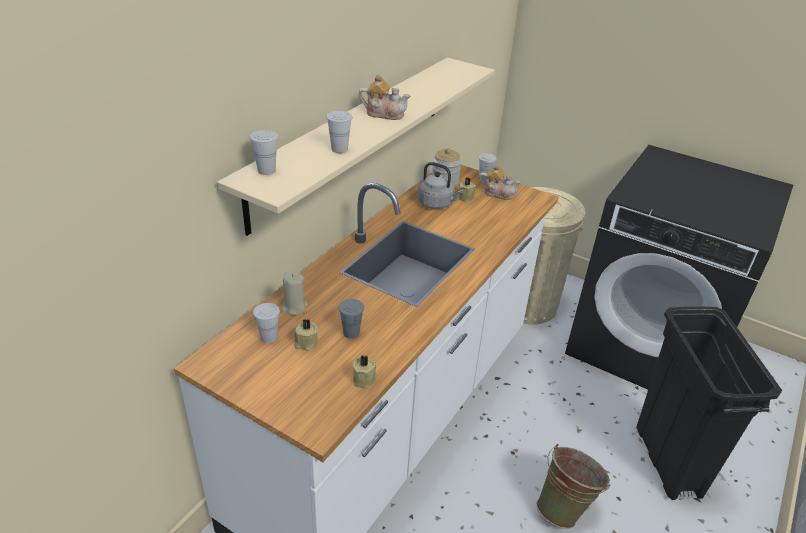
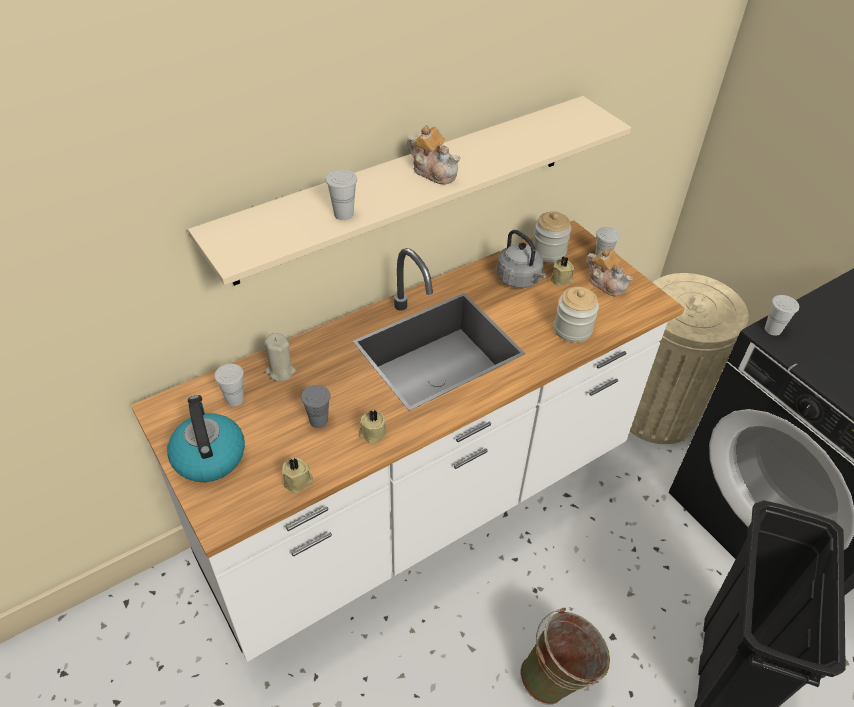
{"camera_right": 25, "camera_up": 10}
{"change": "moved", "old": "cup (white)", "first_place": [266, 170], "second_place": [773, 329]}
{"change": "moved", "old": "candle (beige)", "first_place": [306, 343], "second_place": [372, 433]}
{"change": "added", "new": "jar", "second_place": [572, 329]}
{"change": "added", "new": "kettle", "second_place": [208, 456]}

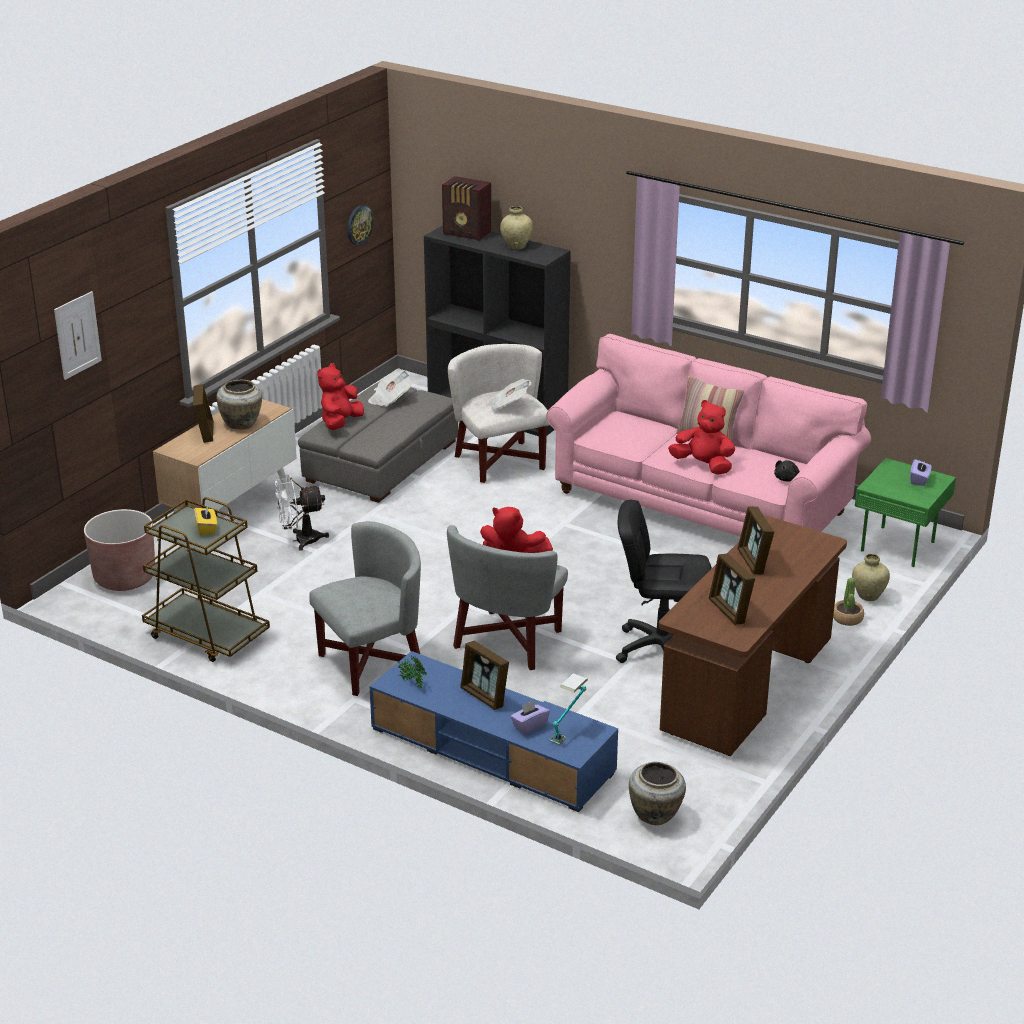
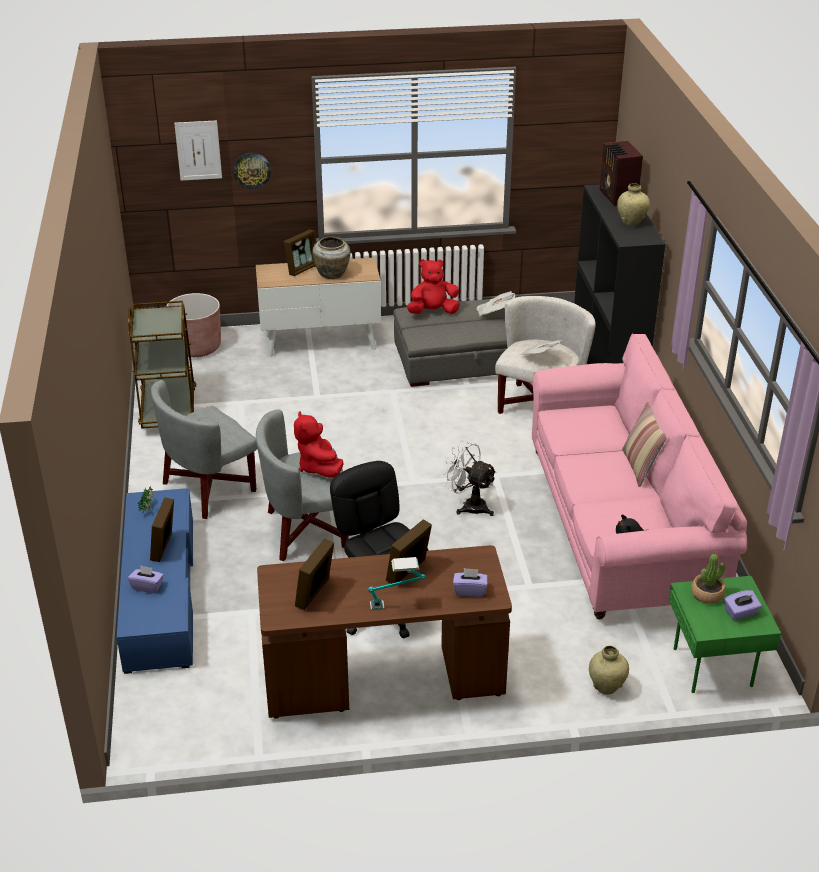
{"camera_right": 50, "camera_up": 5}
{"change": "moved", "old": "wall clock", "first_place": [359, 225], "second_place": [252, 170]}
{"change": "removed", "old": "plush toy (red)", "first_place": [703, 465]}
{"change": "moved", "old": "fan (white)", "first_place": [300, 540], "second_place": [469, 505]}
{"change": "removed", "old": "tissue box (yellow)", "first_place": [206, 528]}
{"change": "turned", "old": "armchair (grey)", "first_place": [372, 664], "second_place": [209, 488], "degrees": 120}
{"change": "moved", "old": "potted plant", "first_place": [847, 618], "second_place": [707, 594]}
{"change": "moved", "old": "table lamp", "first_place": [568, 729], "second_place": [396, 604]}
{"change": "removed", "old": "vase (beige)", "first_place": [655, 816]}
{"change": "added", "new": "tissue box (purple)", "second_place": [470, 590]}

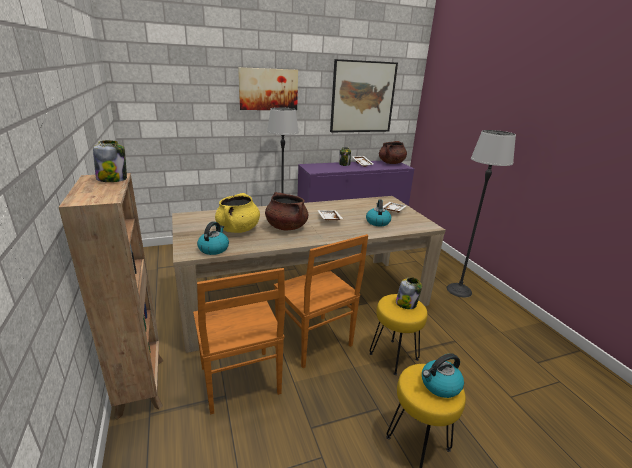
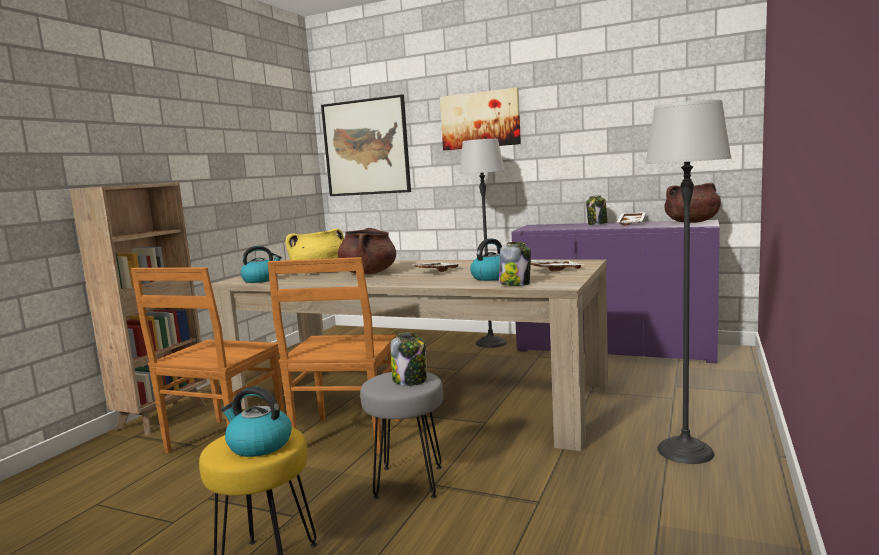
{"camera_right": 45, "camera_up": -15}
{"change": "moved", "old": "picture", "first_place": [362, 97], "second_place": [366, 147]}
{"change": "moved", "old": "jar", "first_place": [113, 179], "second_place": [515, 284]}
{"change": "recoloured", "old": "stool (yellow)", "new": "stool (grey)", "first_place": [393, 356], "second_place": [410, 481]}

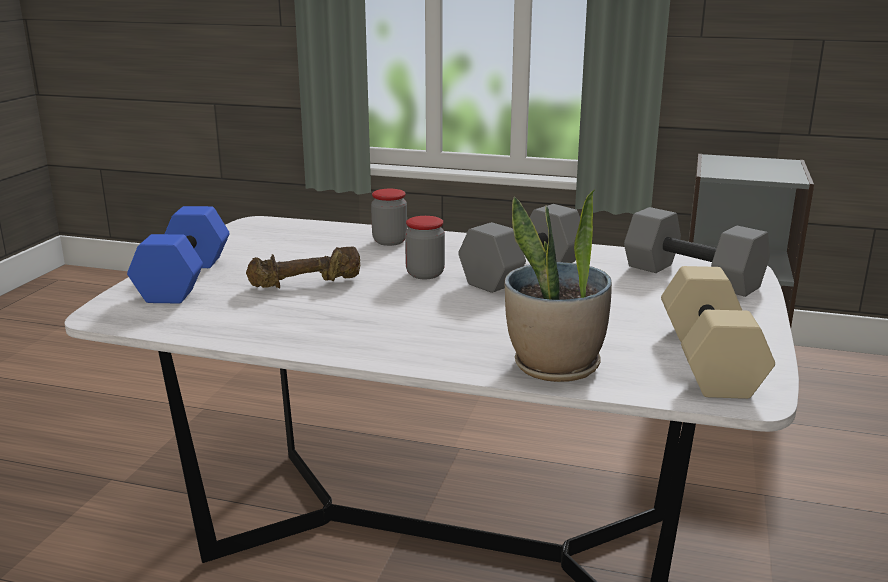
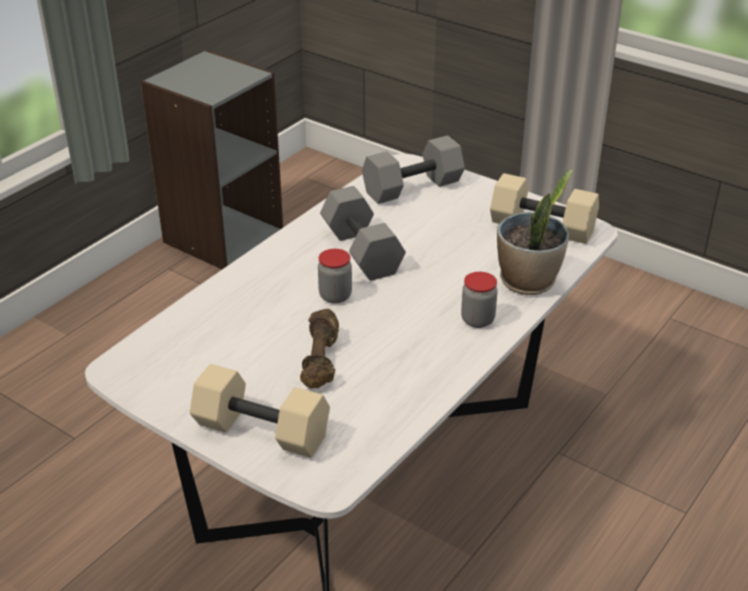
{"camera_right": -70, "camera_up": 15}
{"change": "moved", "old": "jar", "first_place": [389, 241], "second_place": [477, 320]}
{"change": "recoloured", "old": "dumbbell (blue)", "new": "dumbbell (beige)", "first_place": [186, 279], "second_place": [263, 430]}

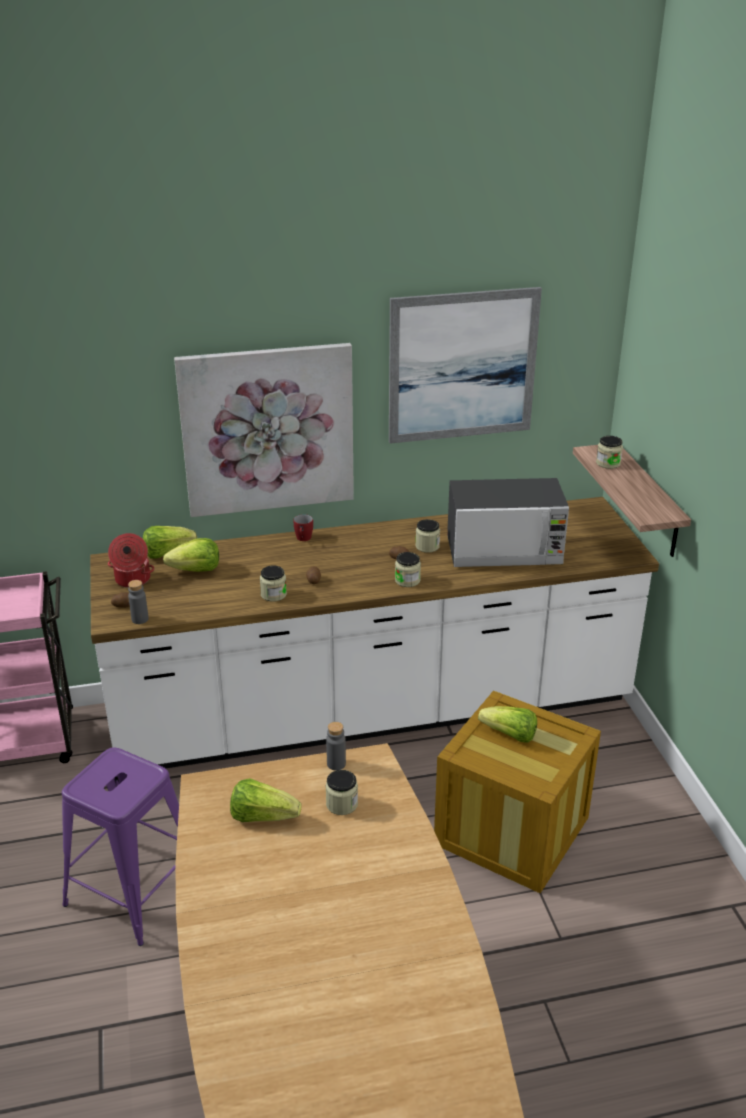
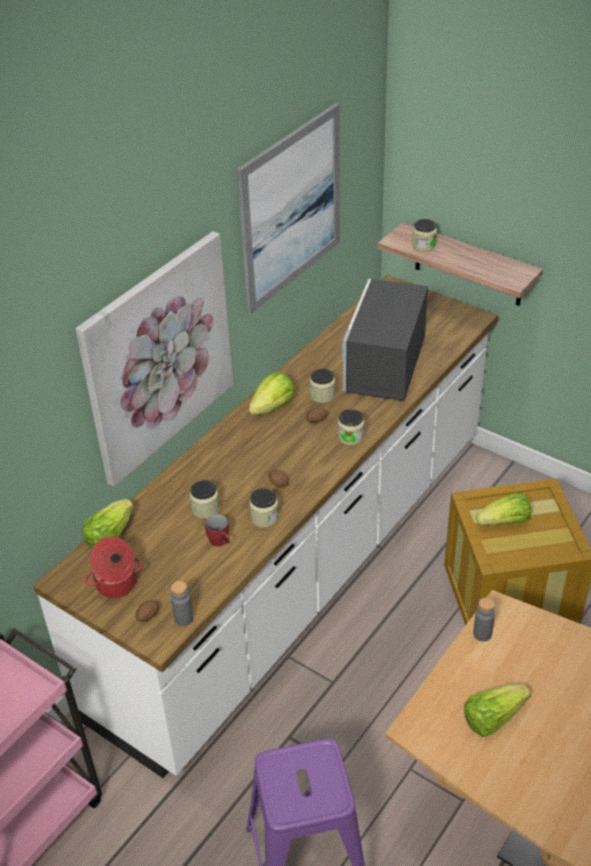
{"camera_right": -40, "camera_up": 10}
{"change": "turned", "old": "microwave", "first_place": [504, 551], "second_place": [384, 366], "degrees": 150}
{"change": "moved", "old": "mug (red)", "first_place": [303, 539], "second_place": [221, 542]}
{"change": "moved", "old": "lettuce", "first_place": [196, 570], "second_place": [272, 407]}
{"change": "moved", "old": "jar", "first_place": [342, 804], "second_place": [205, 509]}

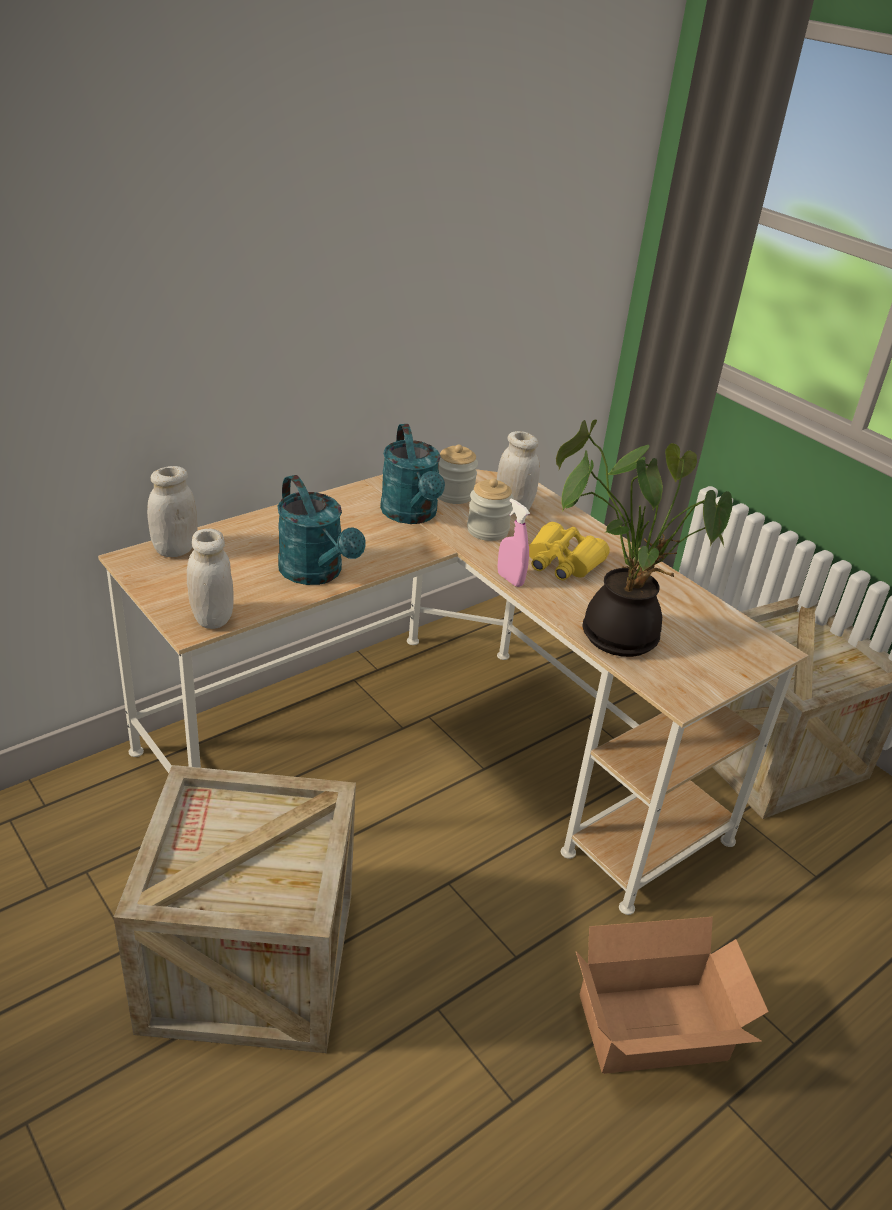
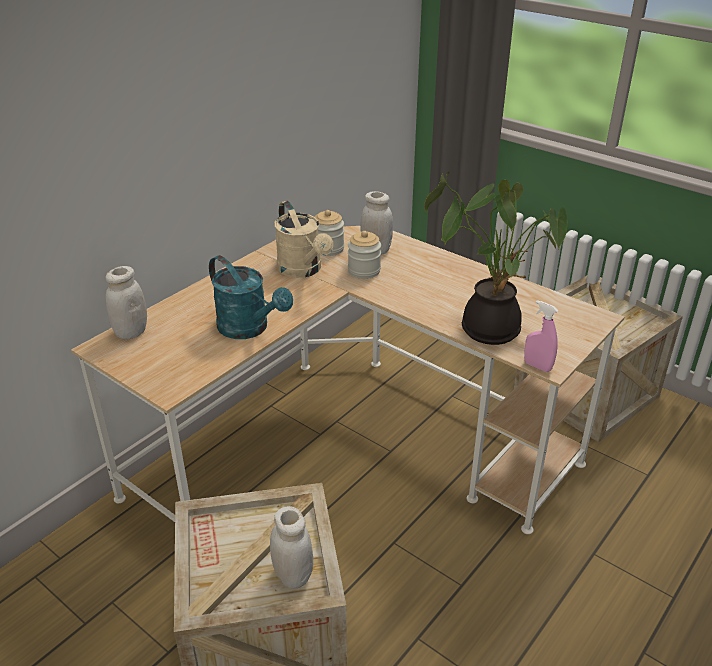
{"camera_right": -10, "camera_up": 0}
{"change": "recoloured", "old": "watering can (turquoise)", "new": "watering can (beige)", "first_place": [412, 515], "second_place": [303, 270]}
{"change": "moved", "old": "spray bottle (pink)", "first_place": [510, 579], "second_place": [537, 366]}
{"change": "removed", "old": "binoculars (yellow)", "first_place": [562, 562]}
{"change": "moved", "old": "jar (white)", "first_place": [212, 618], "second_place": [293, 575]}
{"change": "removed", "old": "cardboard box", "first_place": [657, 1032]}

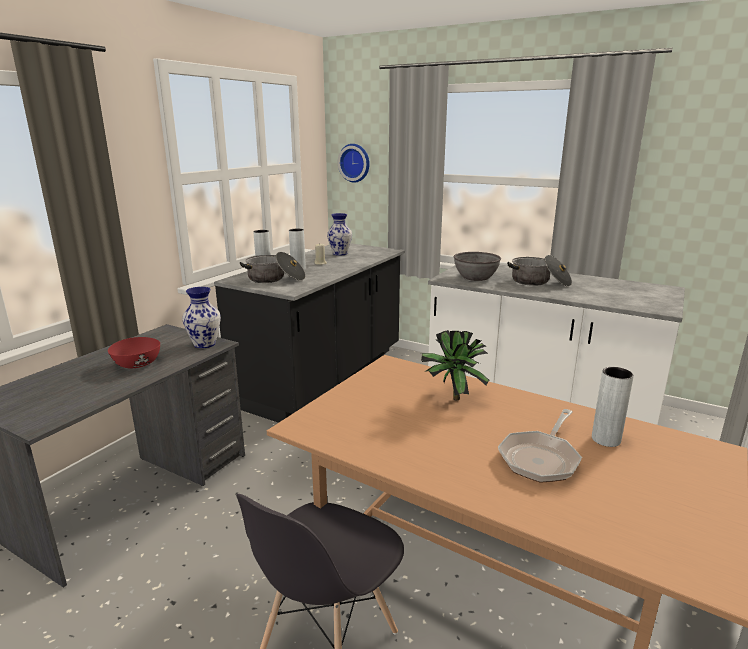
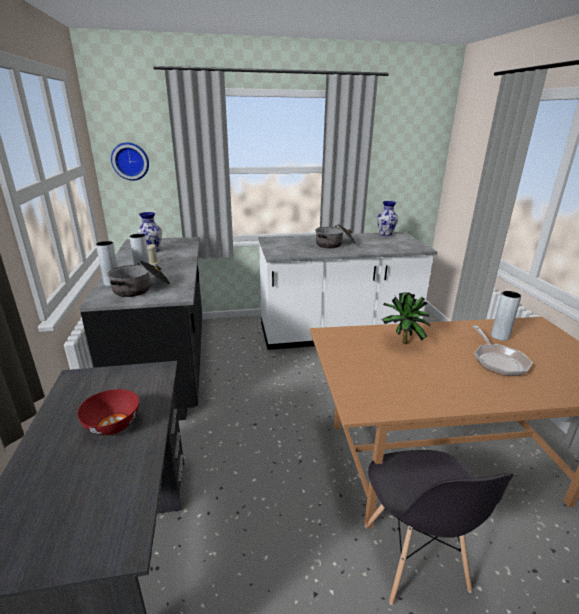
{"camera_right": -40, "camera_up": 5}
{"change": "removed", "old": "bowl (grey)", "first_place": [475, 277]}
{"change": "moved", "old": "vase", "first_place": [205, 344], "second_place": [386, 234]}

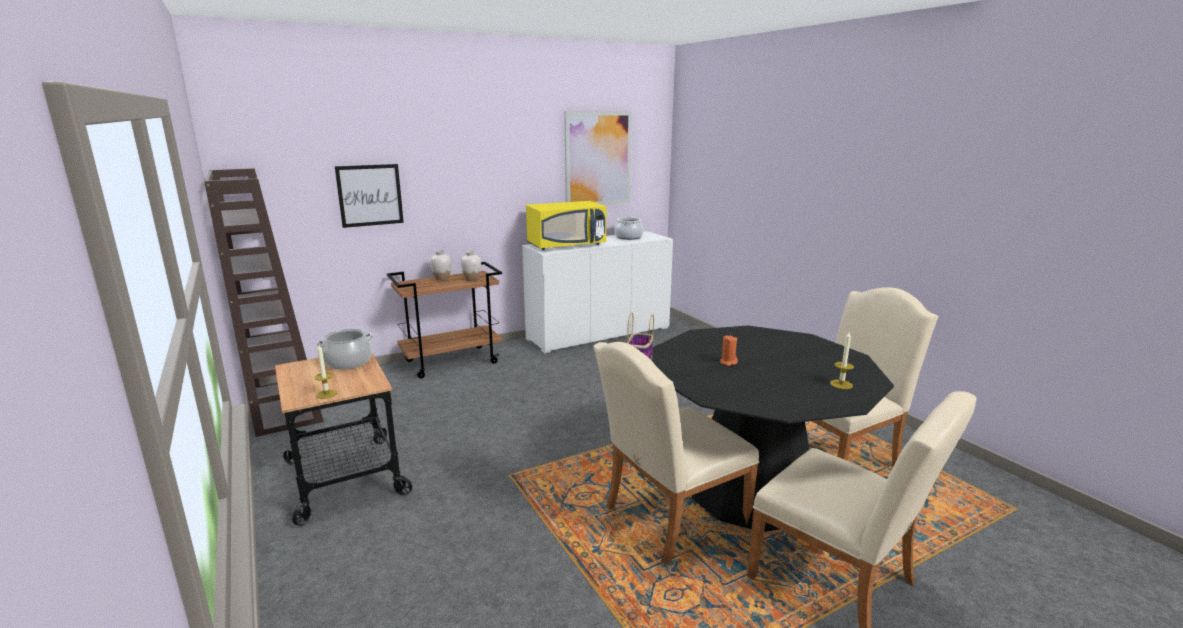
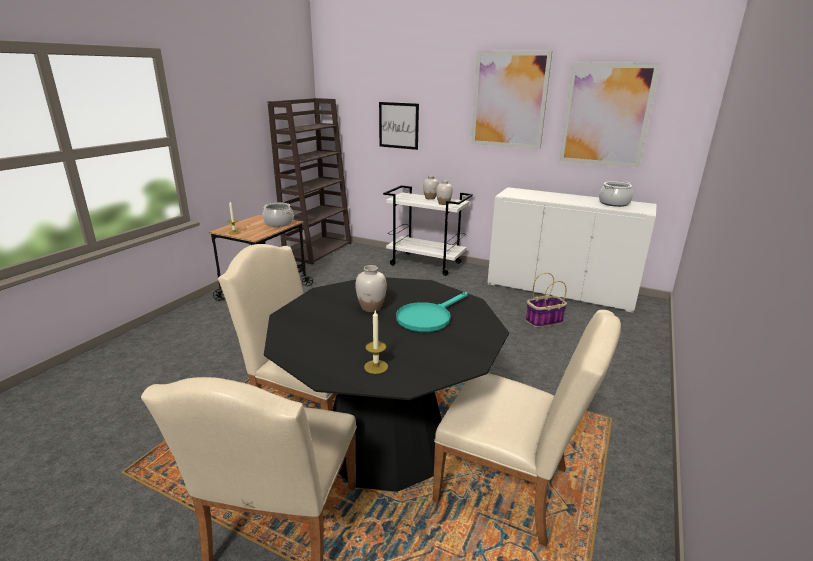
{"camera_right": 55, "camera_up": 5}
{"change": "removed", "old": "microwave (yellow)", "first_place": [566, 245]}
{"change": "recoloured", "old": "cart (brown)", "new": "cart (white)", "first_place": [452, 361], "second_place": [426, 264]}
{"change": "replaced", "old": "candle (orange)", "new": "vase (white)", "first_place": [728, 362], "second_place": [371, 308]}
{"change": "added", "new": "picture", "second_place": [509, 100]}
{"change": "added", "new": "frying pan (turquoise)", "second_place": [428, 317]}

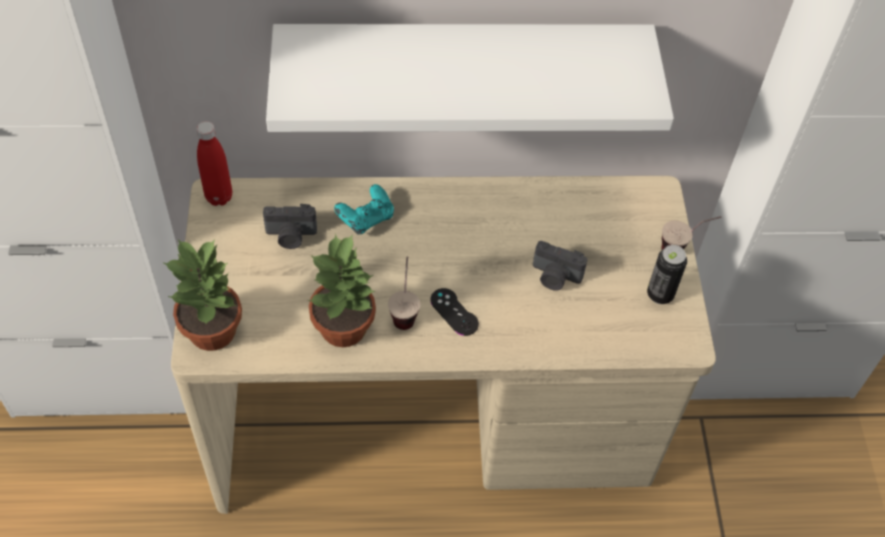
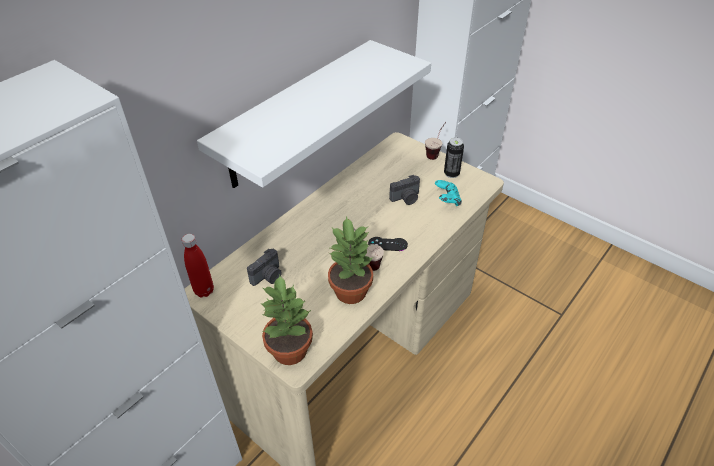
{"camera_right": -45, "camera_up": -10}
{"change": "moved", "old": "game controller (turquoise)", "first_place": [366, 219], "second_place": [447, 200]}

